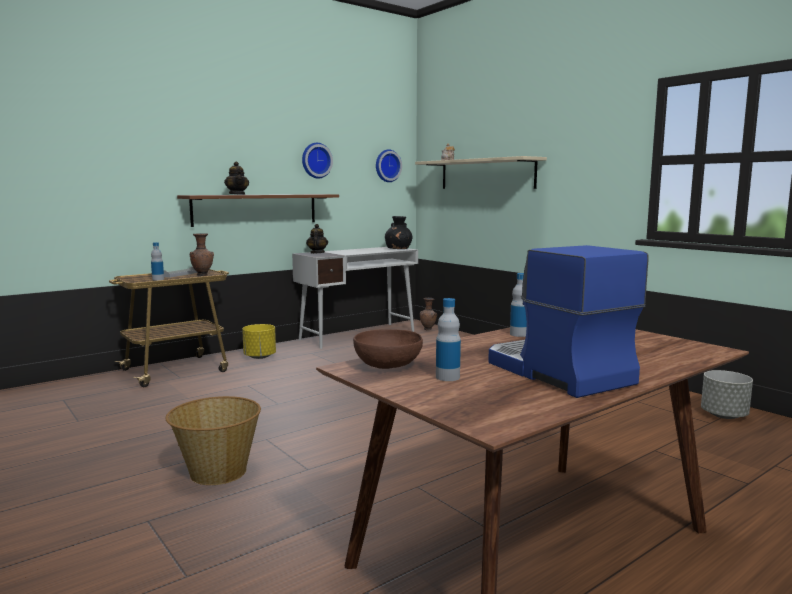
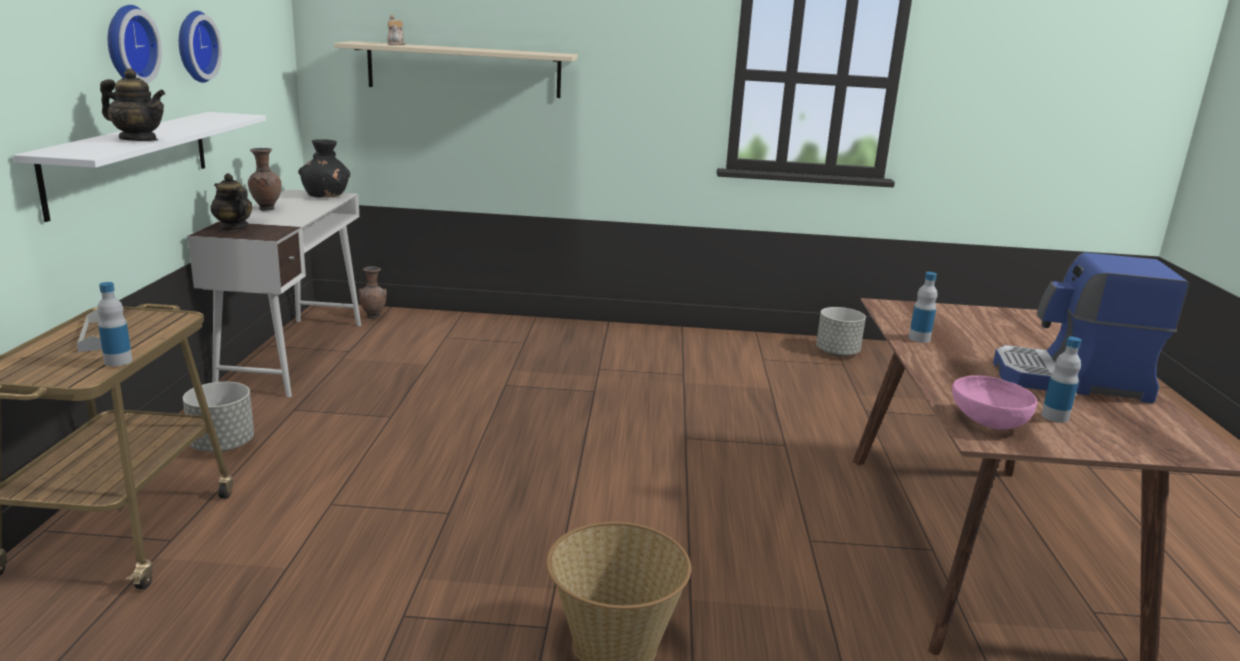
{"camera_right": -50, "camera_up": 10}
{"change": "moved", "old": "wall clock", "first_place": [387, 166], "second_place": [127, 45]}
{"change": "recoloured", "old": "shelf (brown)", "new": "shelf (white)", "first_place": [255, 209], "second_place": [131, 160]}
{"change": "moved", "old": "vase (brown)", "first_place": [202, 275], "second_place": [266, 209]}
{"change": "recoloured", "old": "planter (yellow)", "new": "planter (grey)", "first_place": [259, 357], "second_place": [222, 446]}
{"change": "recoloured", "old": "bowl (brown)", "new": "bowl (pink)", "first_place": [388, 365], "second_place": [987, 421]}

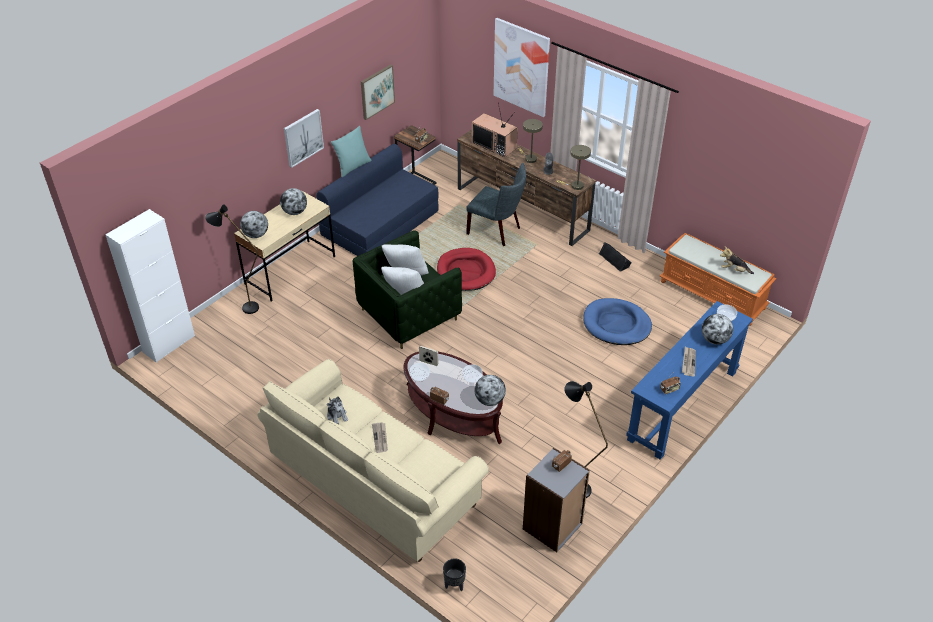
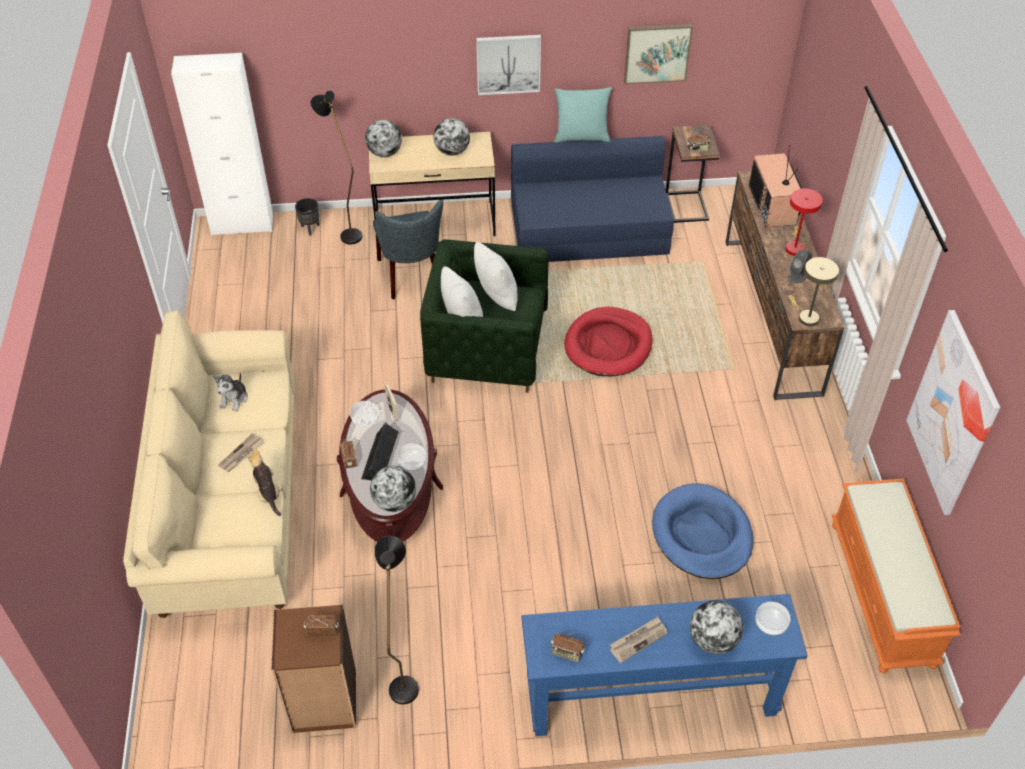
{"camera_right": 45, "camera_up": 5}
{"change": "moved", "old": "picture", "first_place": [521, 67], "second_place": [953, 414]}
{"change": "recoloured", "old": "table lamp (beige)", "new": "table lamp (red)", "first_place": [529, 158], "second_place": [794, 247]}
{"change": "moved", "old": "chair (grey)", "first_place": [497, 231], "second_place": [411, 277]}
{"change": "moved", "old": "speaker (black)", "first_place": [615, 259], "second_place": [381, 458]}
{"change": "moved", "old": "plush toy", "first_place": [734, 270], "second_place": [268, 493]}
{"change": "recoloured", "old": "bookcase (grey)", "new": "bookcase (brown)", "first_place": [553, 527], "second_place": [323, 702]}
{"change": "moved", "old": "planter (black)", "first_place": [454, 584], "second_place": [310, 228]}

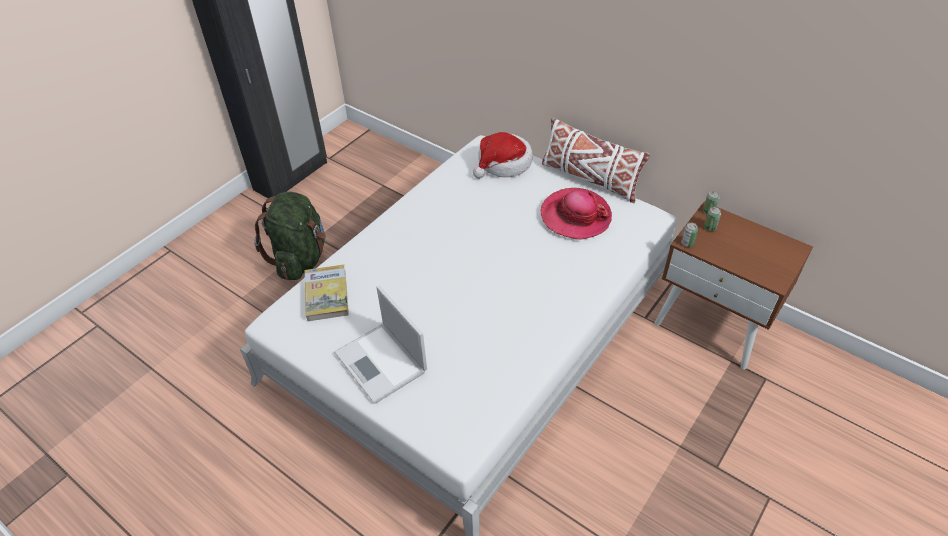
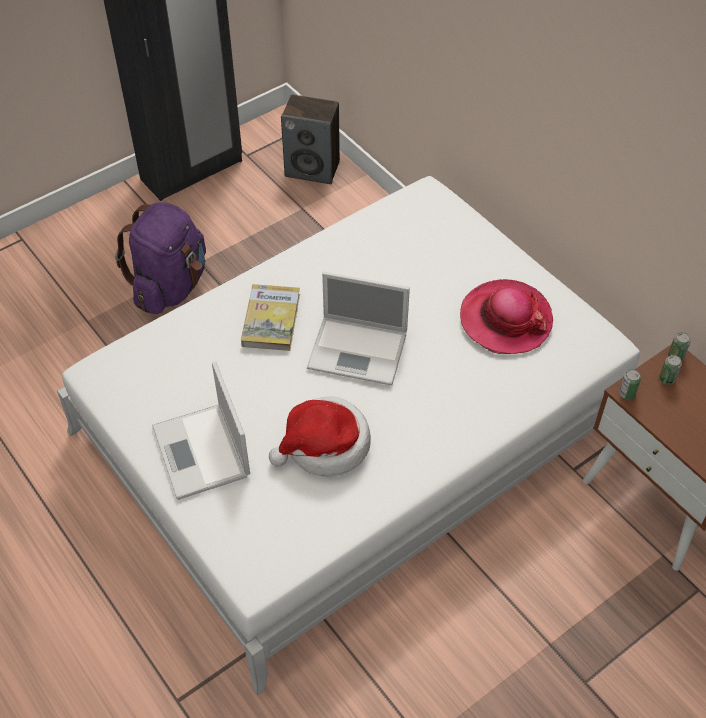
{"camera_right": 15, "camera_up": 5}
{"change": "removed", "old": "pillow (white)", "first_place": [589, 179]}
{"change": "moved", "old": "hat", "first_place": [503, 164], "second_place": [325, 446]}
{"change": "recoloured", "old": "backpack (green)", "new": "backpack (purple)", "first_place": [301, 258], "second_place": [170, 286]}
{"change": "moved", "old": "book", "first_place": [326, 294], "second_place": [271, 320]}
{"change": "added", "new": "speaker", "second_place": [313, 169]}
{"change": "added", "new": "laptop", "second_place": [359, 350]}

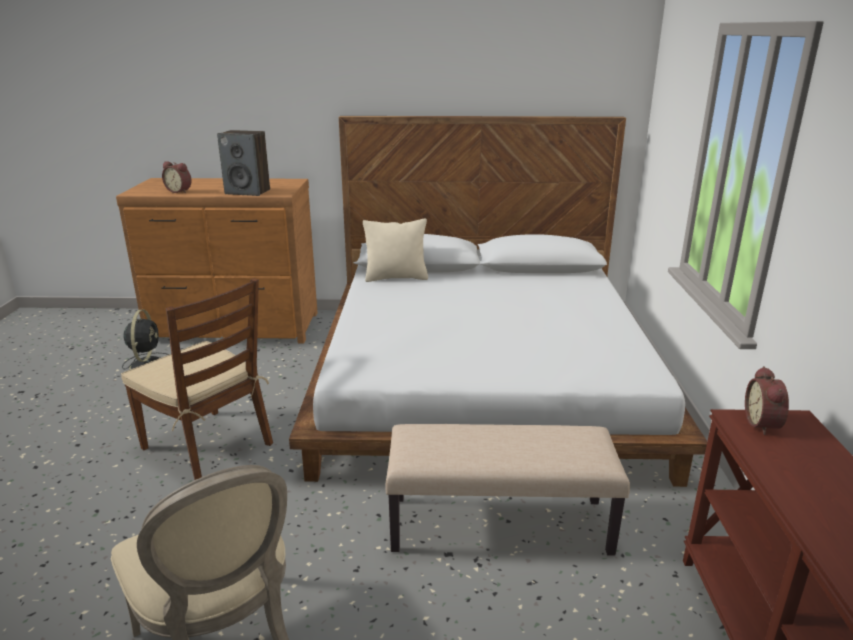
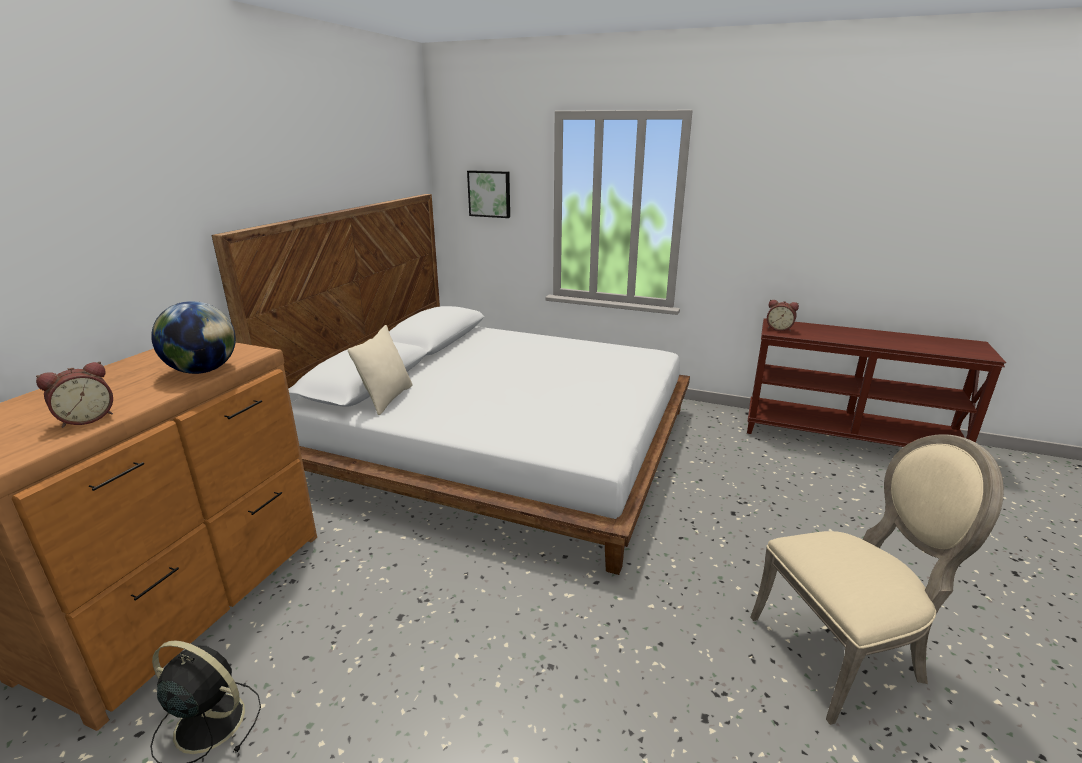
{"camera_right": -70, "camera_up": 0}
{"change": "replaced", "old": "speaker", "new": "globe", "first_place": [248, 192], "second_place": [203, 370]}
{"change": "removed", "old": "chair (brown)", "first_place": [208, 446]}
{"change": "removed", "old": "bench (beige)", "first_place": [500, 524]}
{"change": "added", "new": "picture", "second_place": [490, 194]}

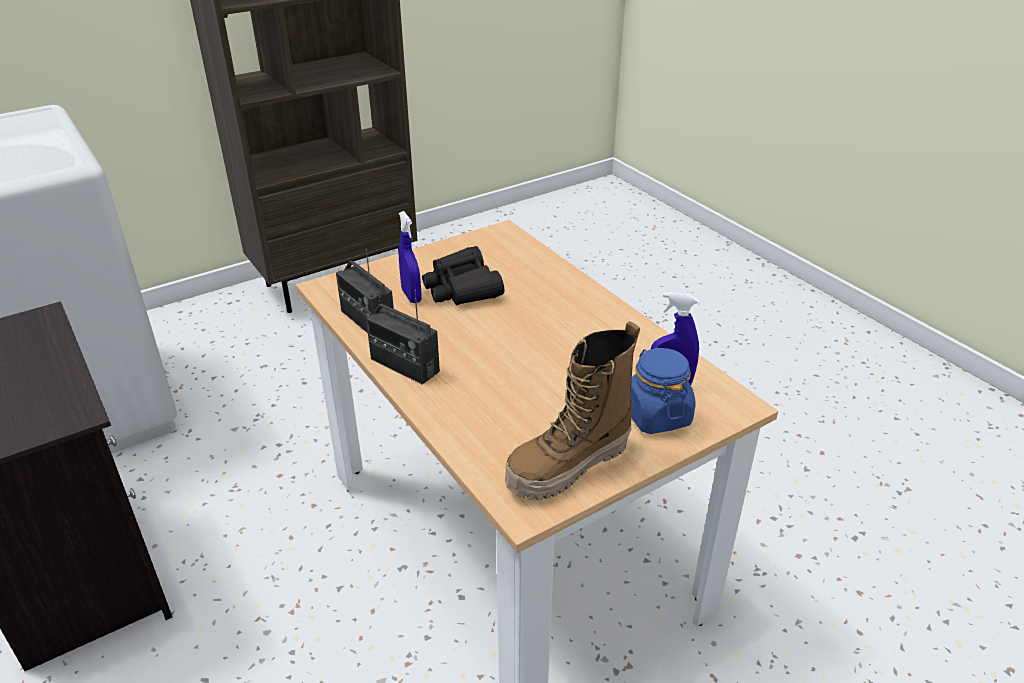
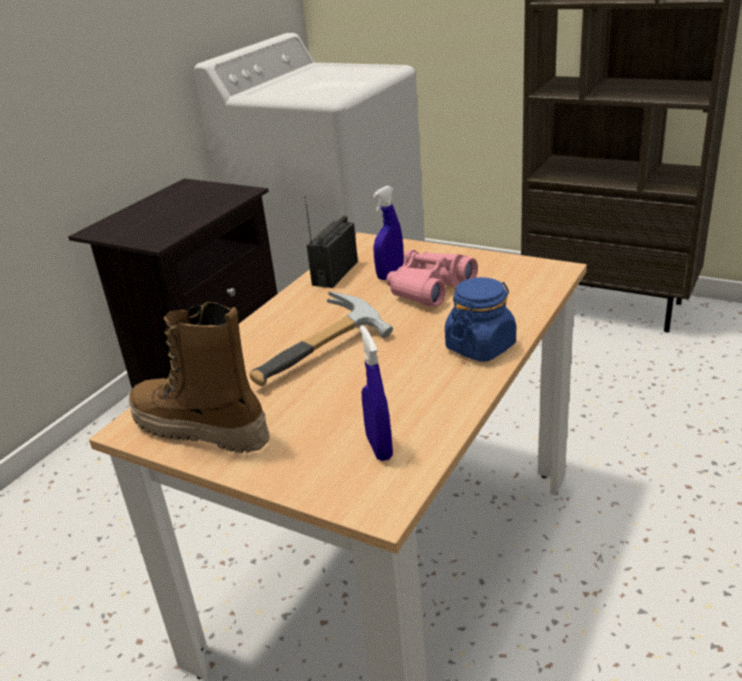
{"camera_right": 65, "camera_up": -5}
{"change": "recoloured", "old": "binoculars (black)", "new": "binoculars (pink)", "first_place": [462, 288], "second_place": [429, 288]}
{"change": "removed", "old": "radio", "first_place": [404, 365]}
{"change": "moved", "old": "jar (blue)", "first_place": [656, 415], "second_place": [480, 347]}
{"change": "added", "new": "hammer", "second_place": [327, 355]}

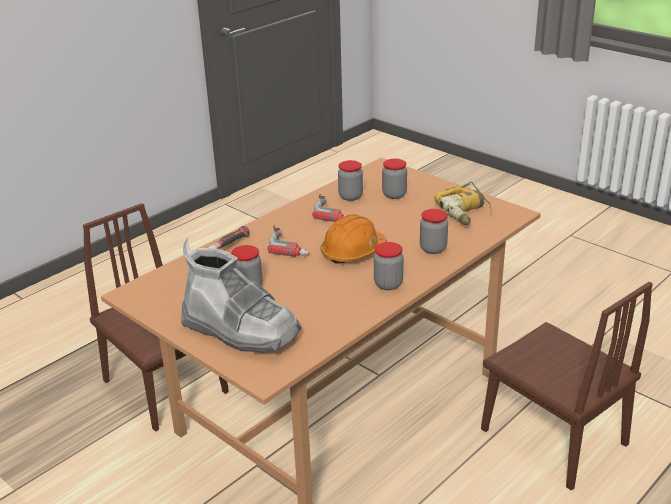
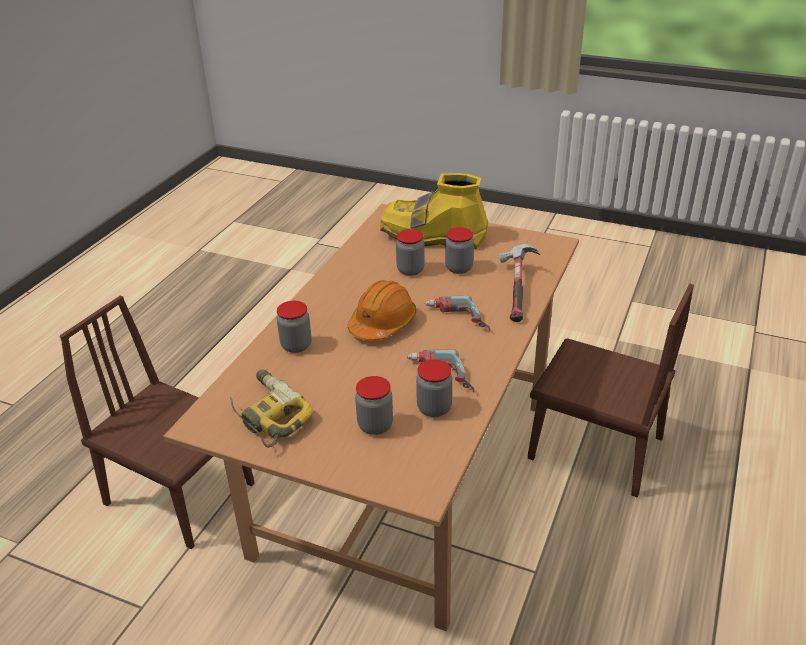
{"camera_right": 160, "camera_up": 5}
{"change": "moved", "old": "jar", "first_place": [388, 284], "second_place": [410, 270]}
{"change": "recoloured", "old": "boot (grey)", "new": "boot (yellow)", "first_place": [241, 331], "second_place": [432, 235]}

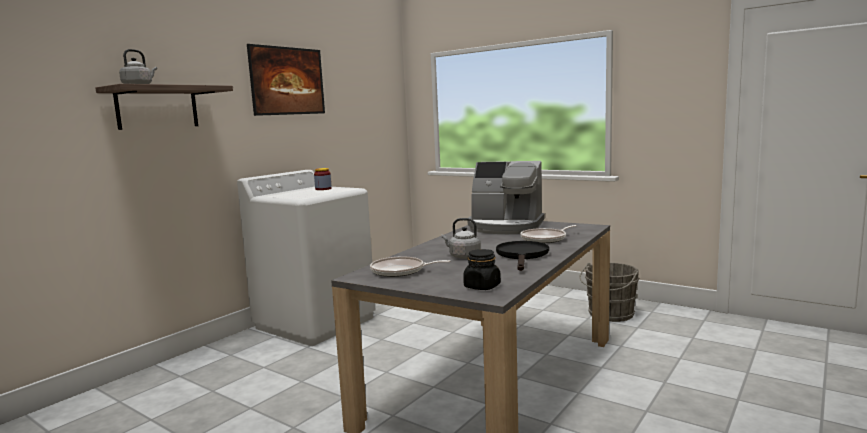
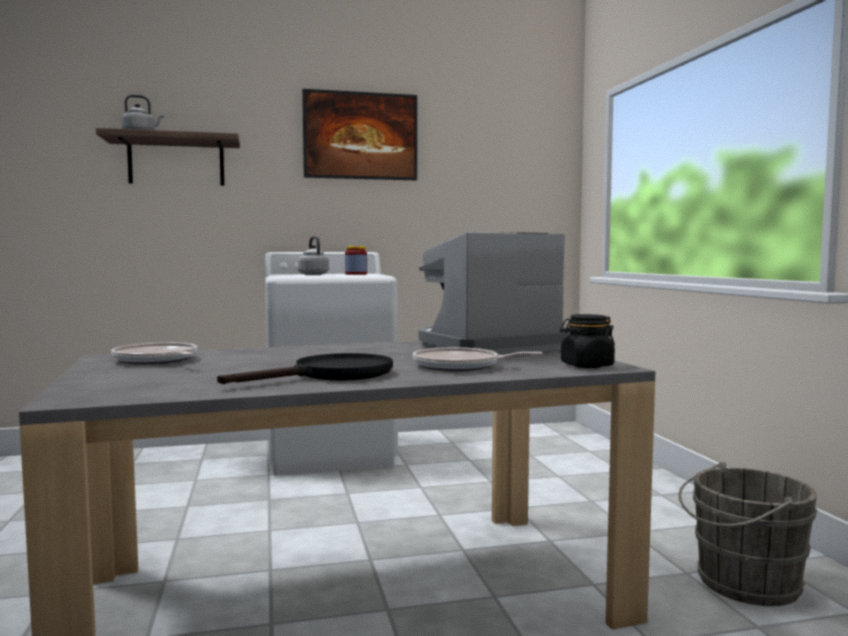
{"camera_right": 40, "camera_up": -5}
{"change": "turned", "old": "coffee machine", "first_place": [505, 227], "second_place": [486, 347], "degrees": 90}
{"change": "moved", "old": "kettle (grey)", "first_place": [463, 256], "second_place": [312, 275]}
{"change": "moved", "old": "jar (black)", "first_place": [482, 286], "second_place": [586, 365]}

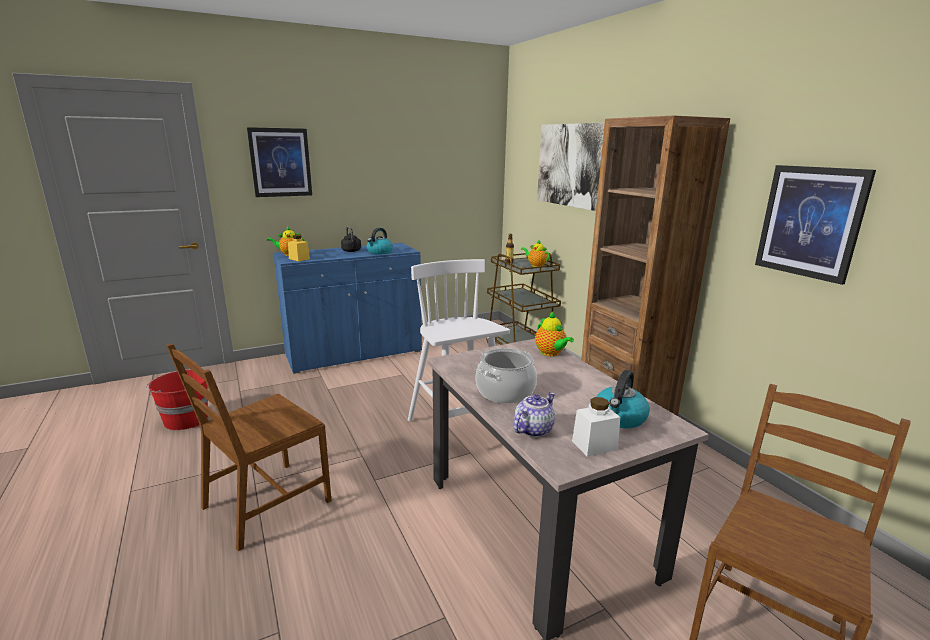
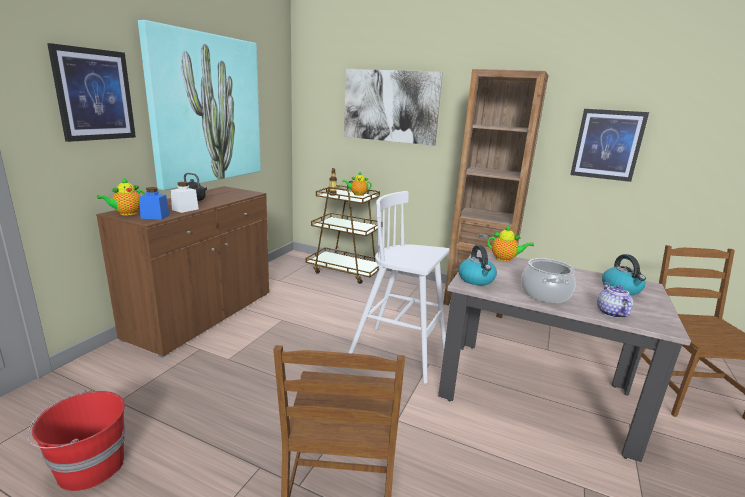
{"camera_right": -40, "camera_up": 0}
{"change": "moved", "old": "kettle", "first_place": [379, 252], "second_place": [476, 279]}
{"change": "recoloured", "old": "jar (yellow)", "new": "jar (blue)", "first_place": [299, 259], "second_place": [155, 217]}
{"change": "recoloured", "old": "cabinet (blue)", "new": "cabinet (brown)", "first_place": [354, 353], "second_place": [203, 315]}
{"change": "moved", "old": "jar (white)", "first_place": [594, 445], "second_place": [185, 209]}
{"change": "added", "new": "picture", "second_place": [207, 109]}

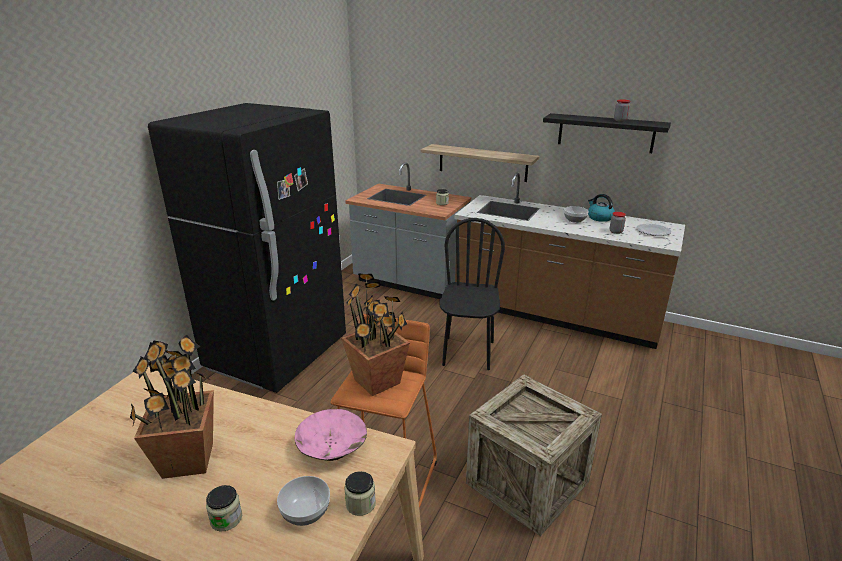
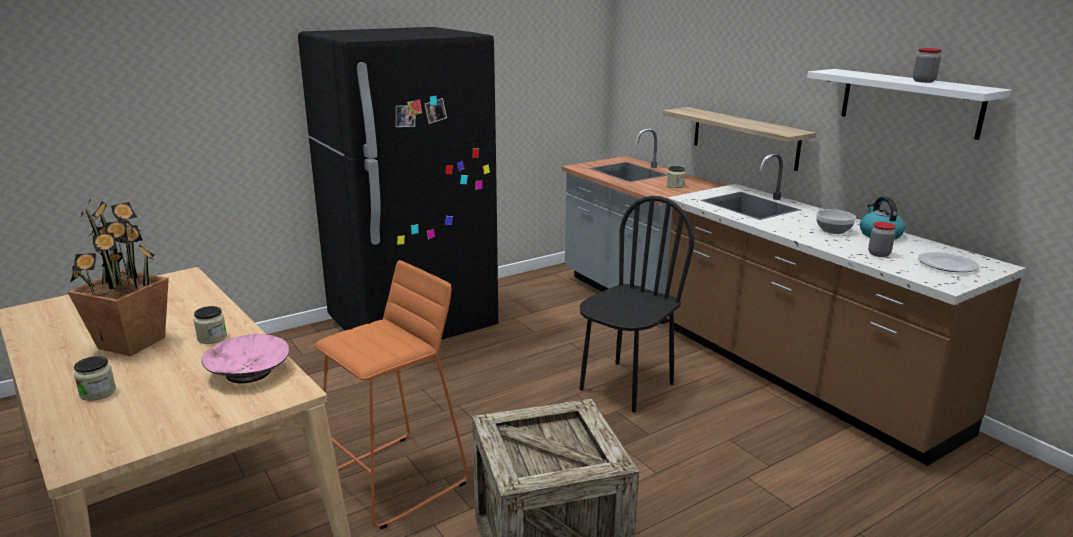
{"camera_right": 30, "camera_up": -5}
{"change": "recoloured", "old": "shelf (black)", "new": "shelf (white)", "first_place": [605, 133], "second_place": [910, 102]}
{"change": "removed", "old": "potted plant", "first_place": [378, 381]}
{"change": "moved", "old": "jar", "first_place": [360, 504], "second_place": [212, 338]}
{"change": "removed", "old": "bowl", "first_place": [306, 511]}

